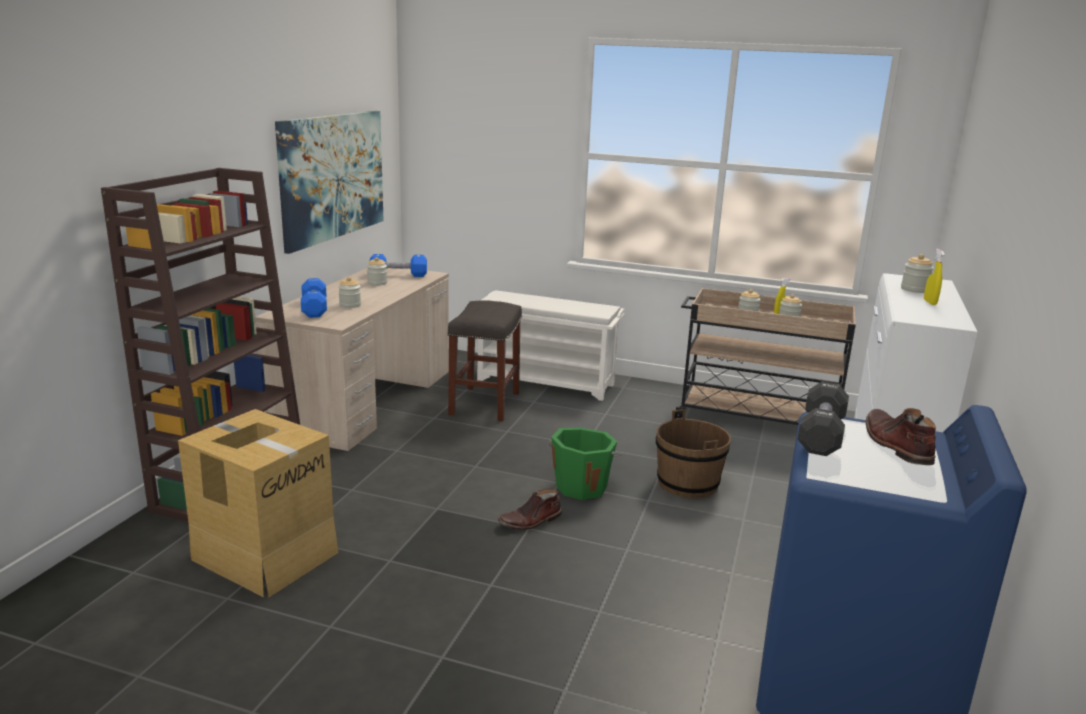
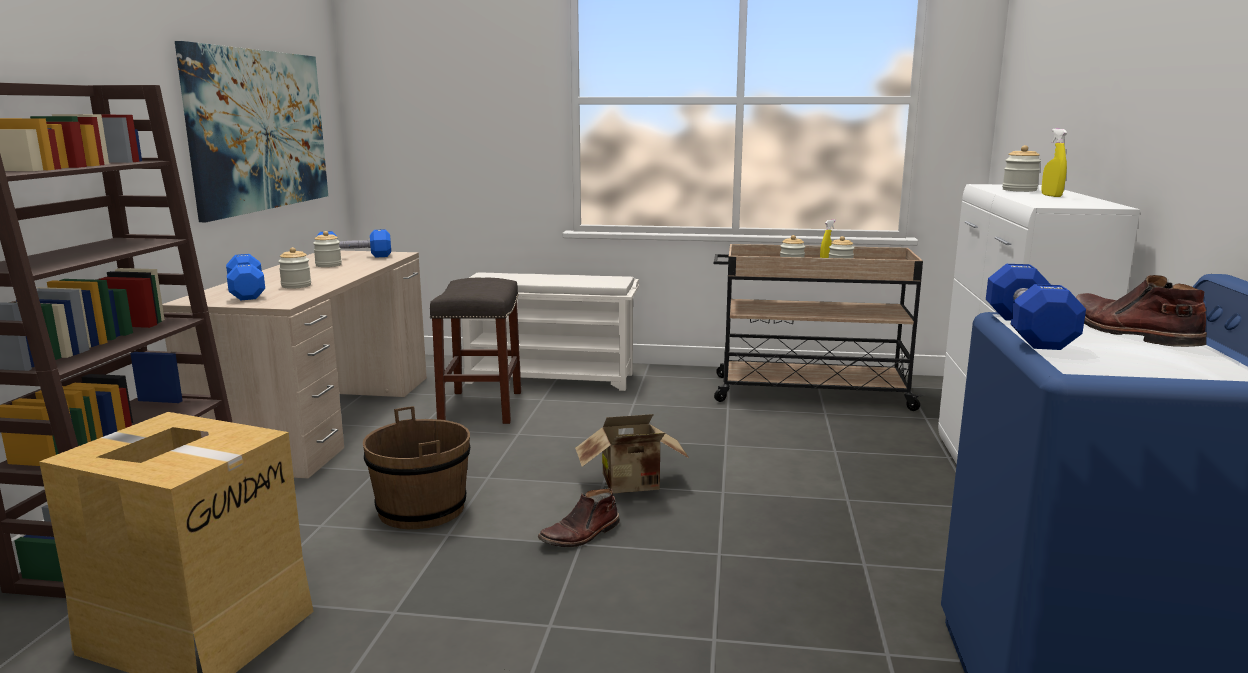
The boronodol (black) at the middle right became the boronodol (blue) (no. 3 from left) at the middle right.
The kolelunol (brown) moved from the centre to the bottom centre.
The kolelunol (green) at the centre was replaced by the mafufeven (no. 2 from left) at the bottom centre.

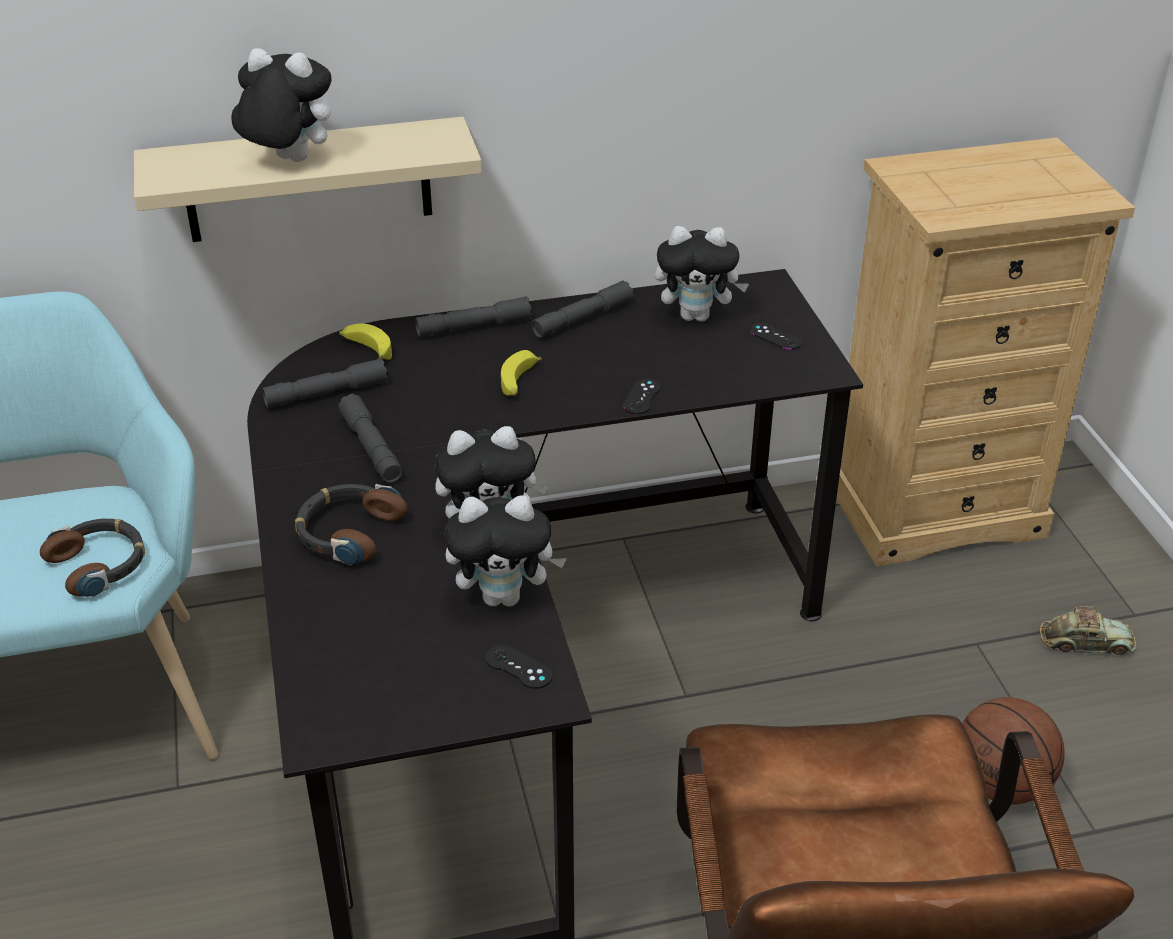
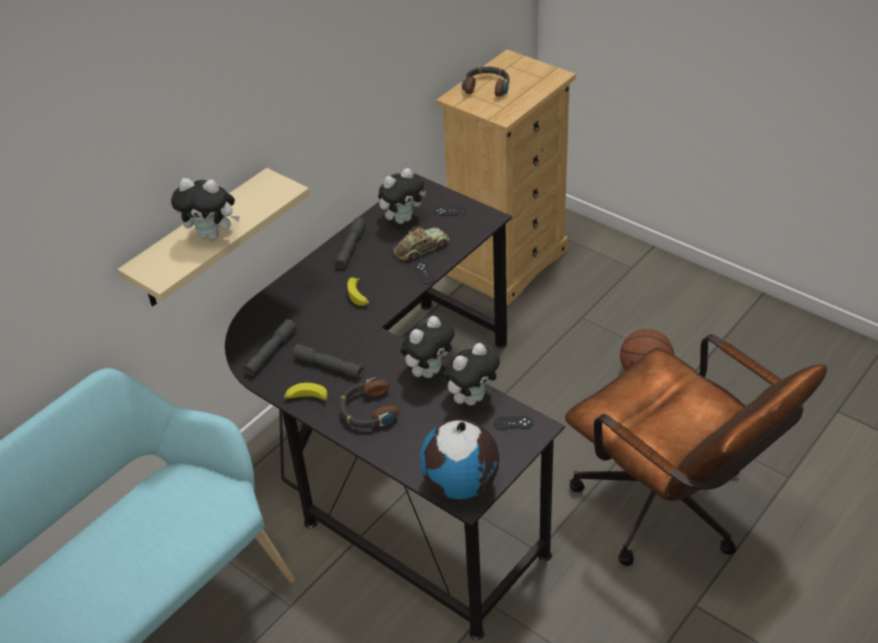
The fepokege (no. 1 from left) at the top left turned 150 degrees counterclockwise.
The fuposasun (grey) (no. 3 from left) at the centre disappeared.
The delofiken (no. 1 from left) moved from the middle left to the centre.
The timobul (no. 1 from left in the first image) moved from the middle left to the top centre.
The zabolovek moved from the bottom right to the centre.
The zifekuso at the bottom centre appeared.

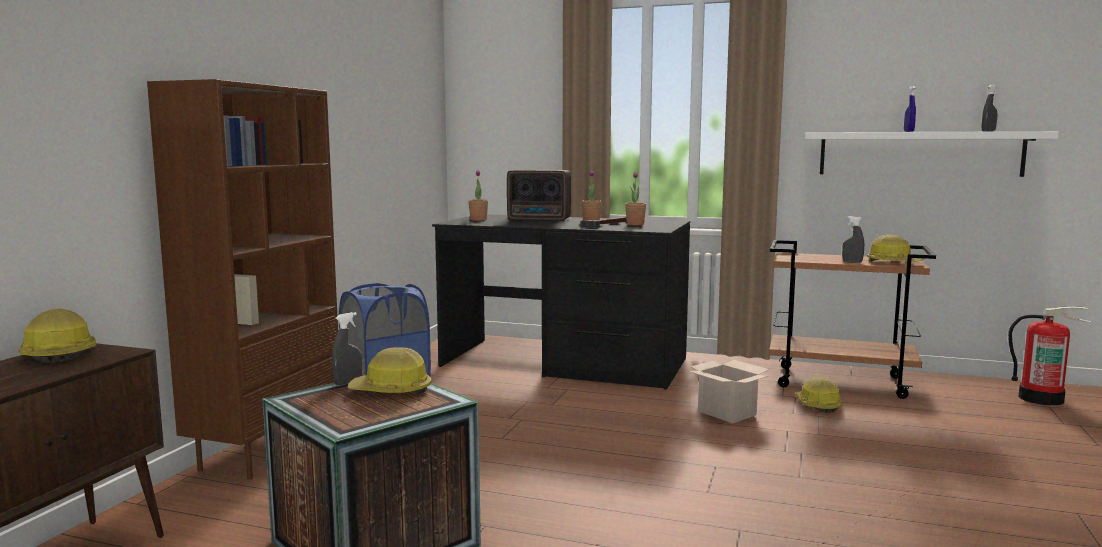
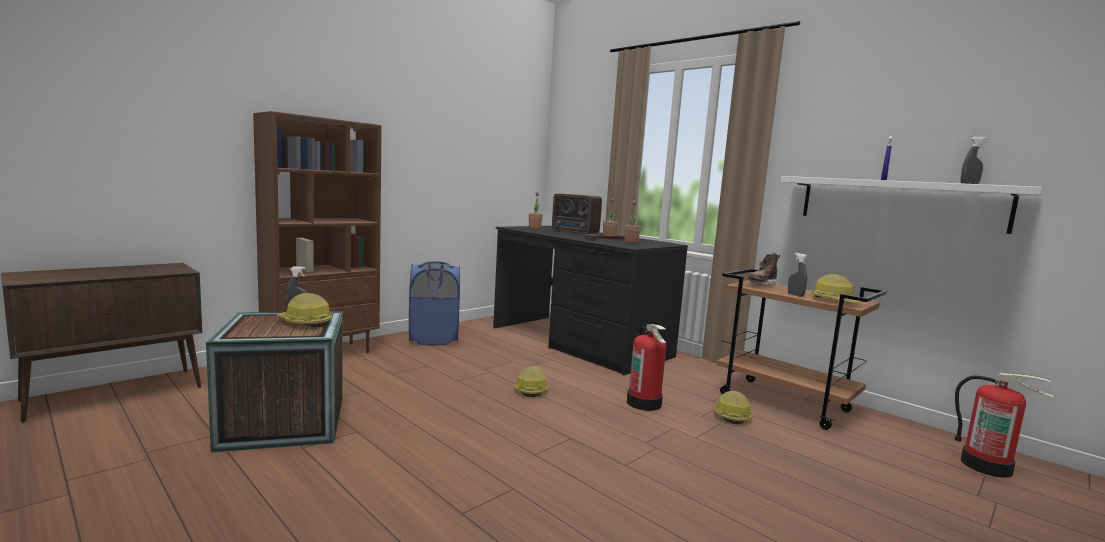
The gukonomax (no. 1 from left in the first image) moved from the middle left to the bottom centre.
The mafufeven at the bottom centre was replaced by the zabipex (no. 1 from left) at the bottom centre.
The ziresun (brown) at the middle right appeared.

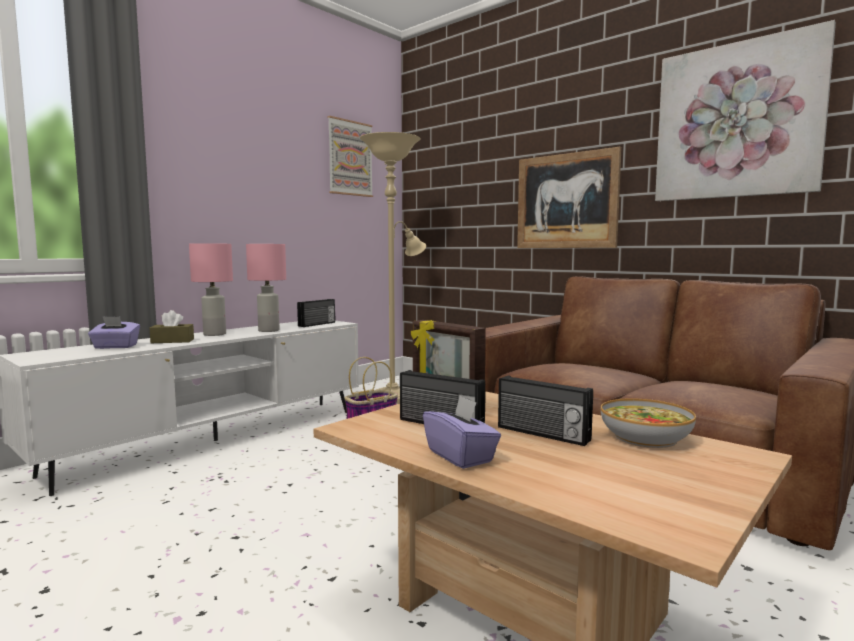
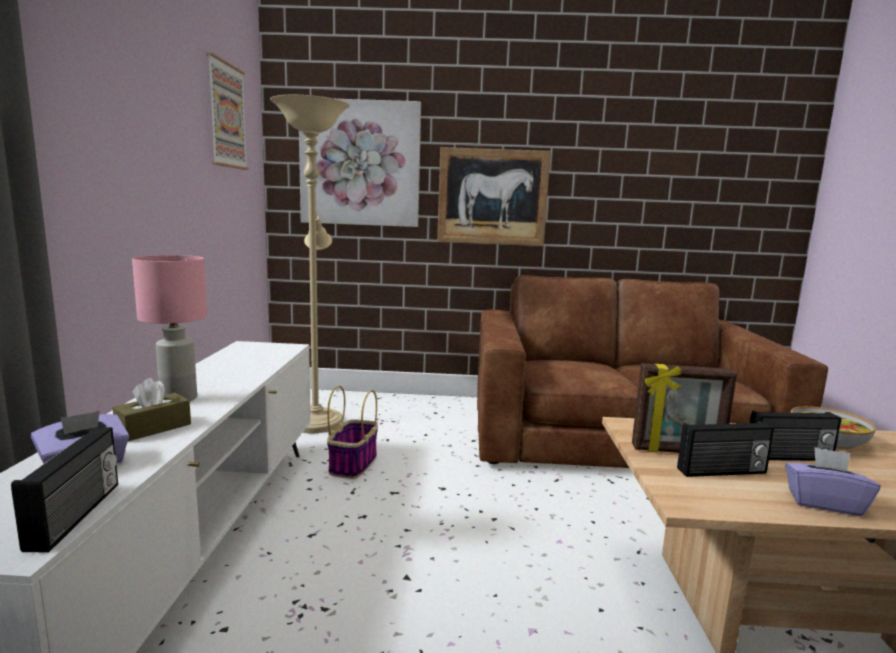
The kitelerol (no. 3 from left in the first image) moved from the top right to the top centre.
The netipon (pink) (no. 2 from left) at the middle left disappeared.
The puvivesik (no. 1 from left) moved from the centre to the bottom left.

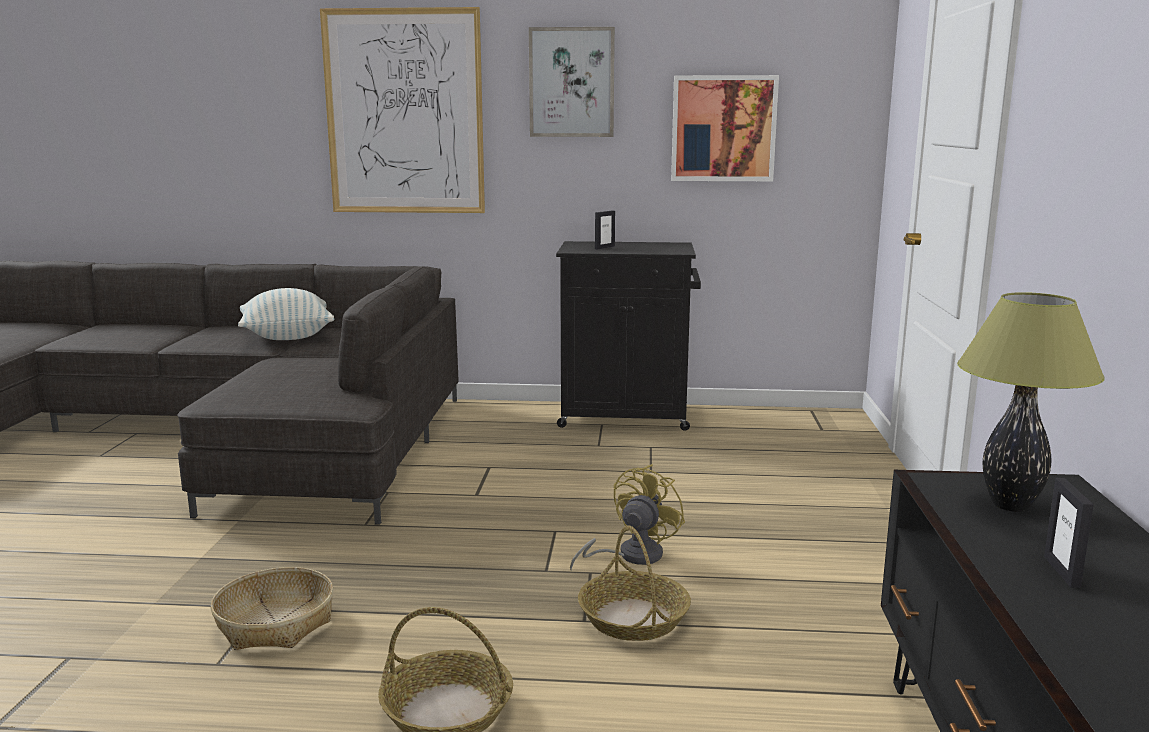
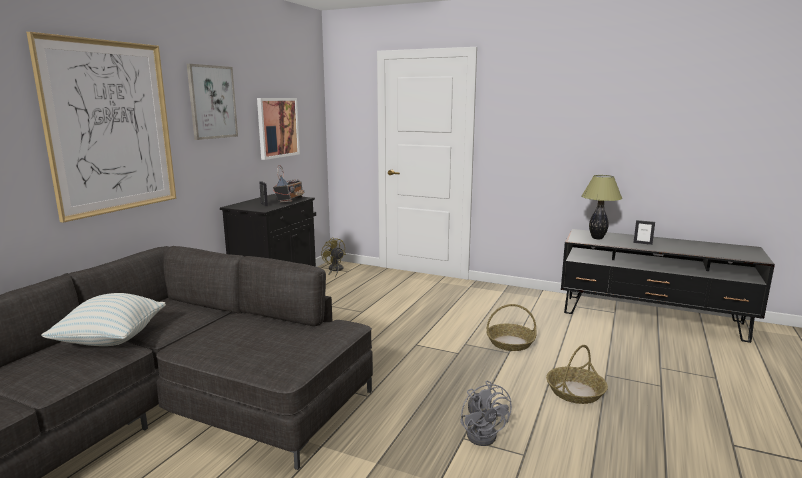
The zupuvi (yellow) moved from the bottom centre to the centre.
The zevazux (no. 1 from left) at the bottom left was replaced by the zupuvi (grey) at the bottom centre.
The puvivesik at the centre appeared.

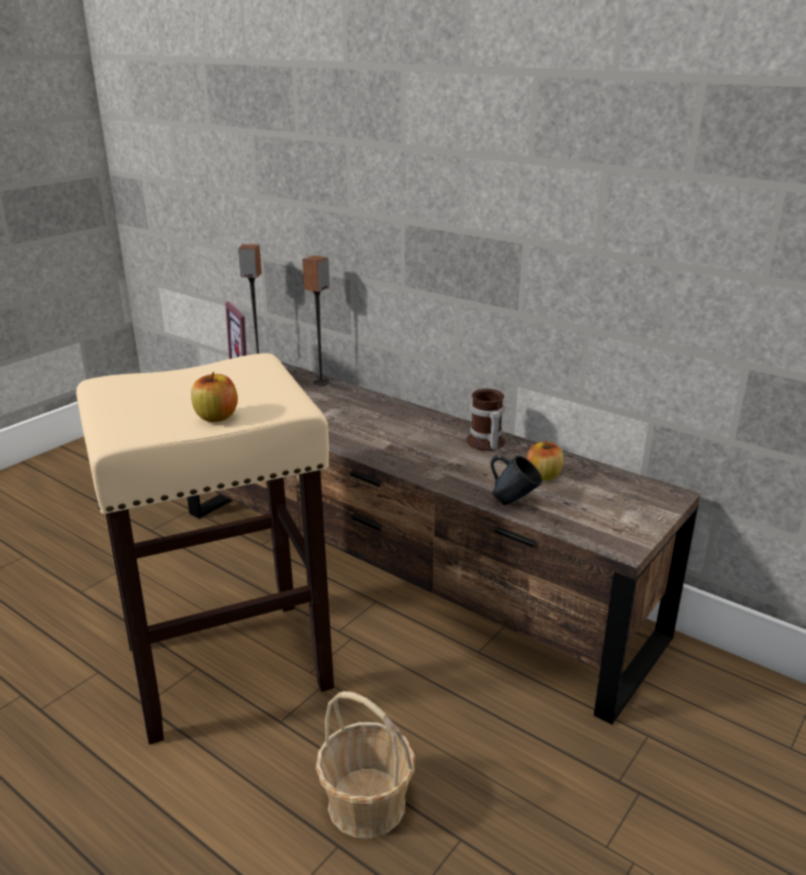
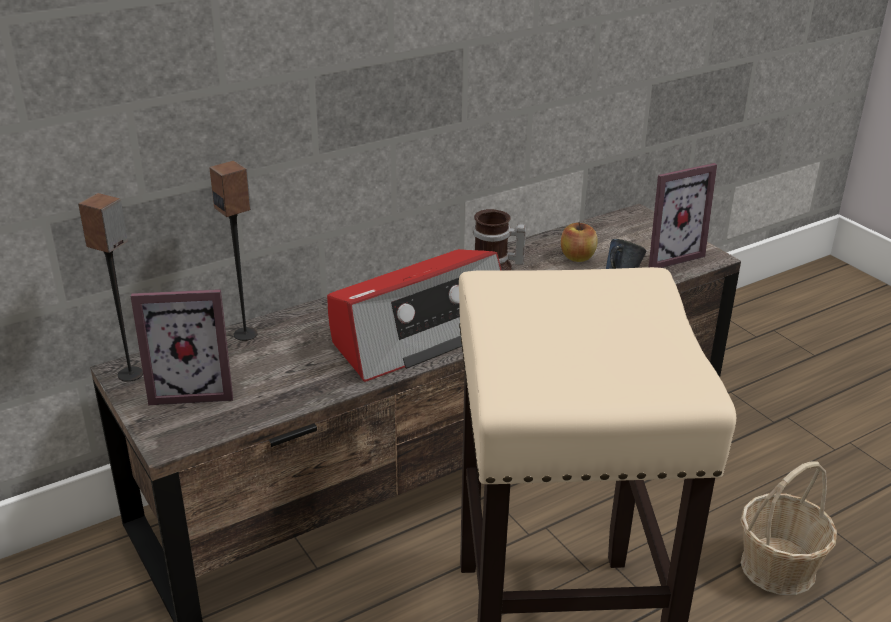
The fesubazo (no. 1 from left) at the middle left disappeared.
The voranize (no. 2 from left) at the middle right appeared.
The puvivesik at the centre appeared.

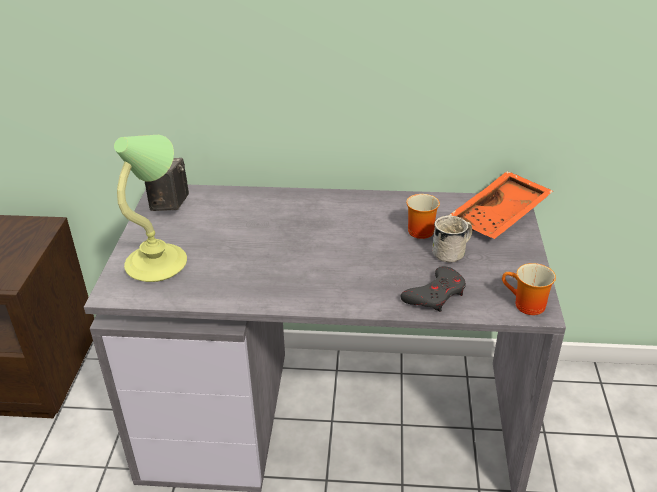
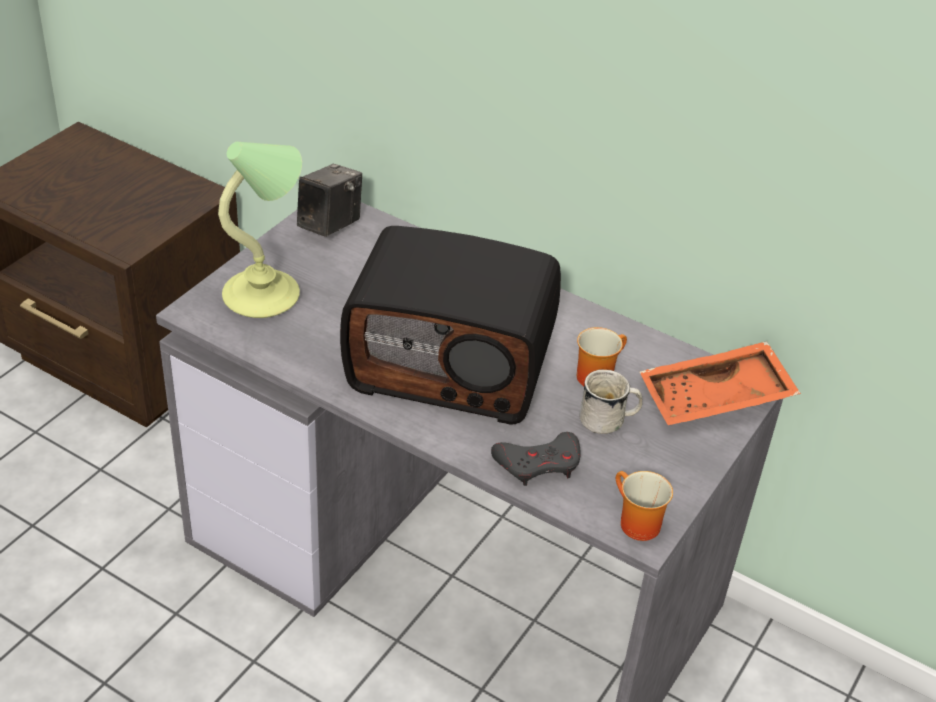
The puvivesik at the centre appeared.

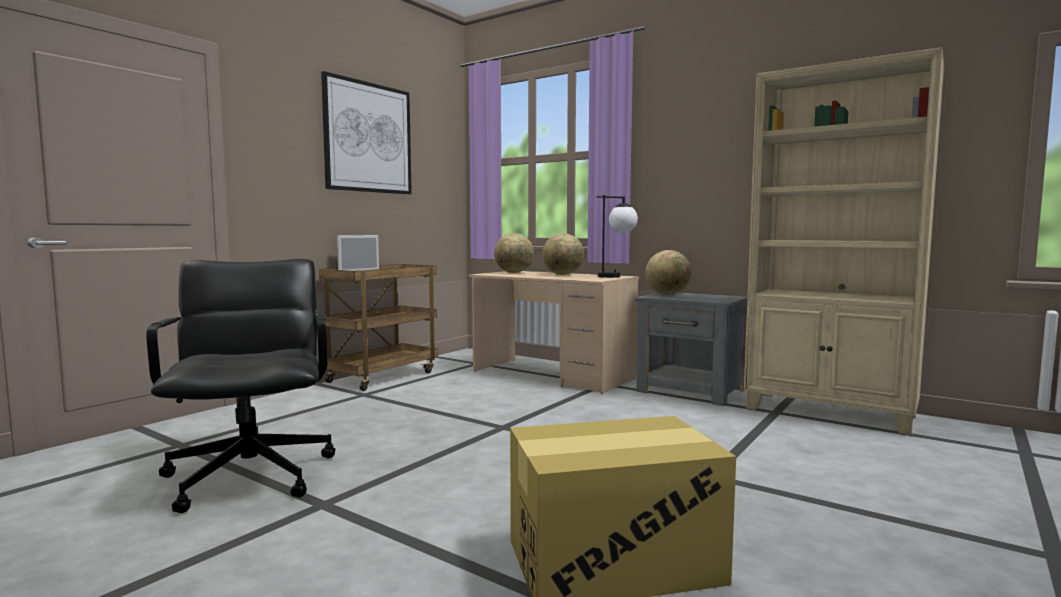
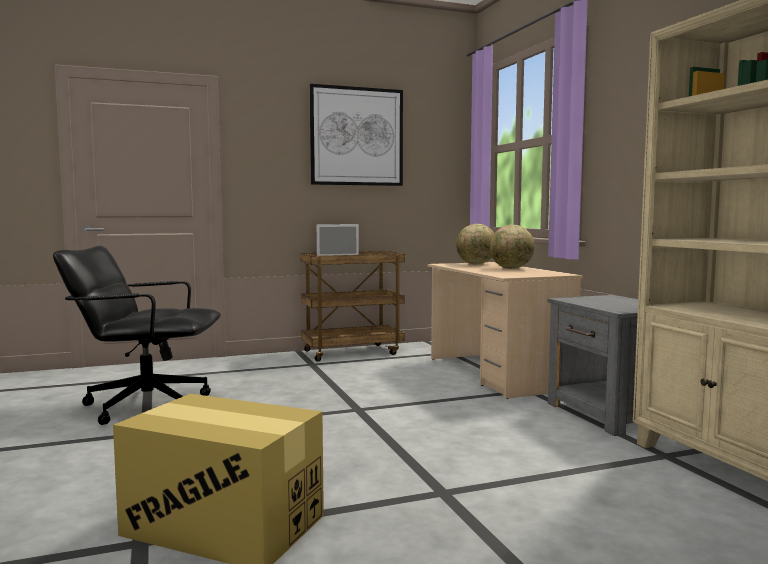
The netipon at the centre disappeared.
The zifekuso (no. 3 from left) at the centre disappeared.
The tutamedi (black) at the middle left turned 105 degrees counterclockwise.

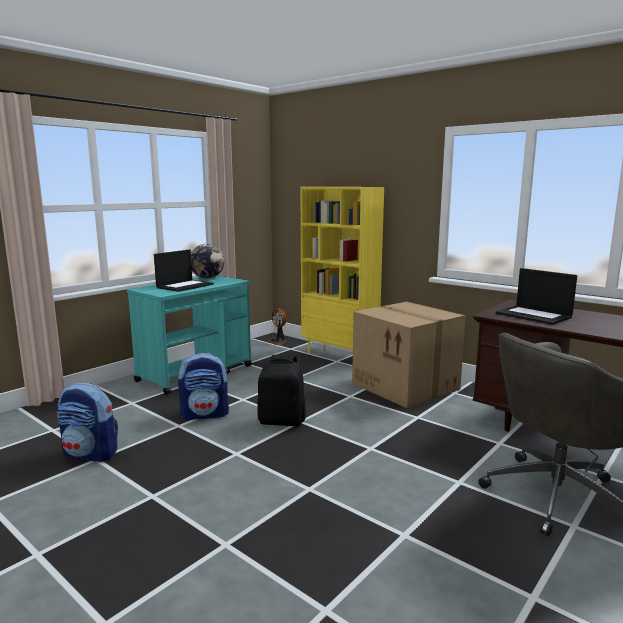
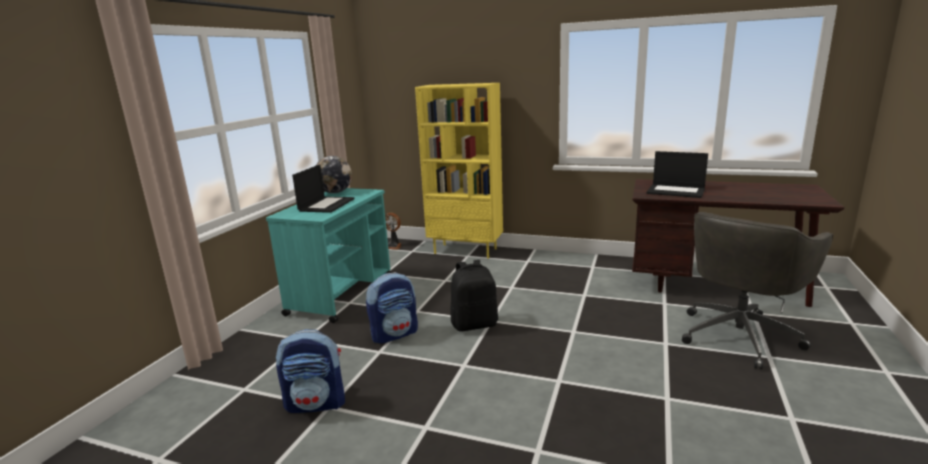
The mafufeven at the centre disappeared.

